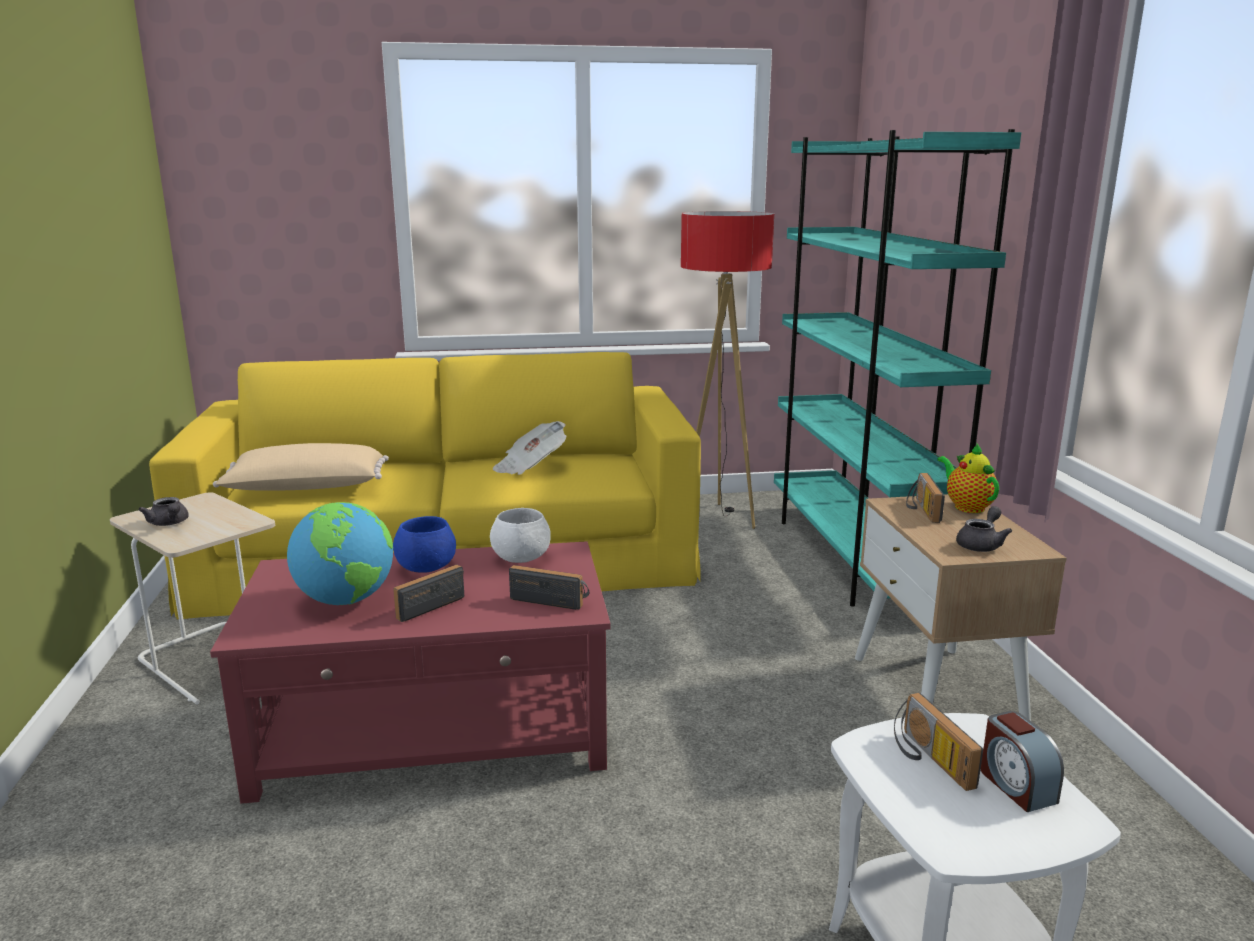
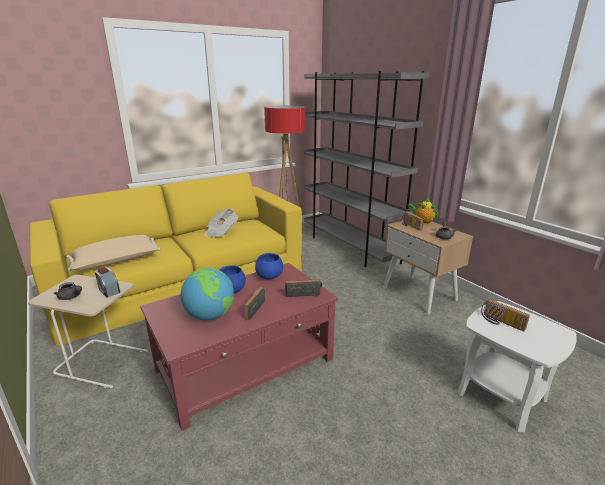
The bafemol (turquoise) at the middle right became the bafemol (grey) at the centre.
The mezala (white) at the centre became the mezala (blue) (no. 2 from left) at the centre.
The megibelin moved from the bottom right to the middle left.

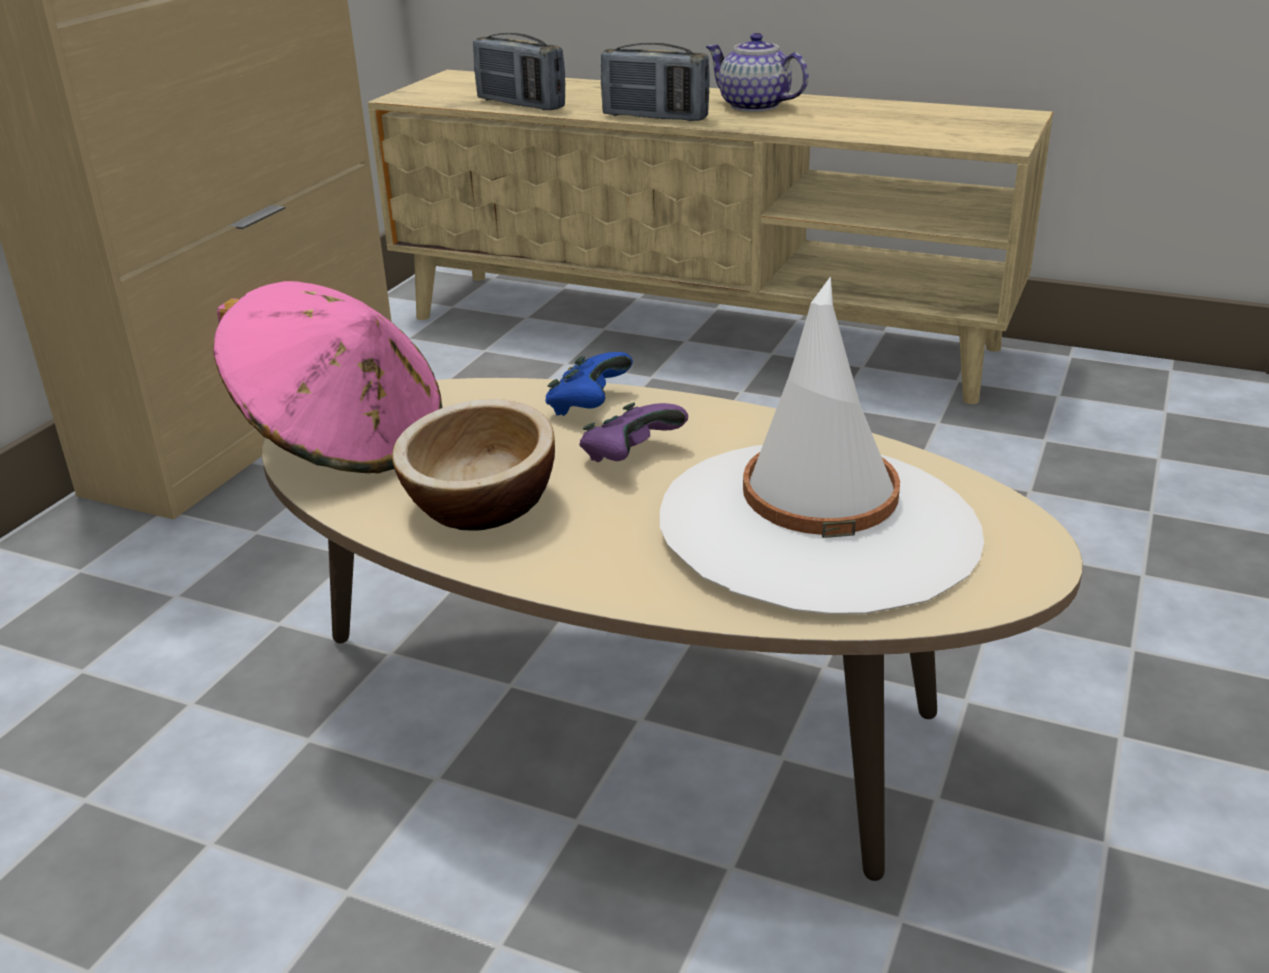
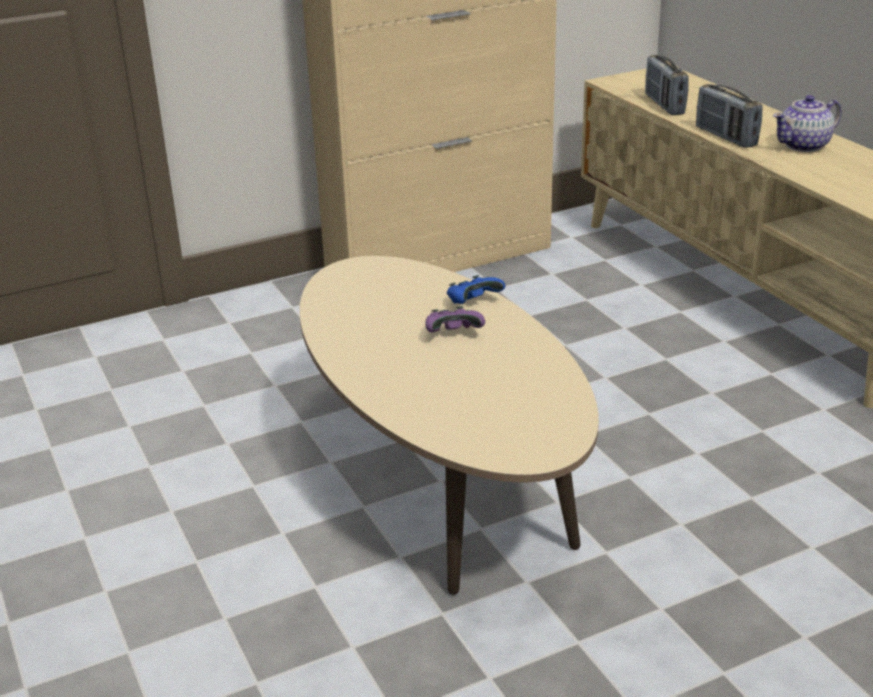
The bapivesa at the top centre turned 105 degrees counterclockwise.
The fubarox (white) at the centre disappeared.
The fubarox (pink) at the middle left disappeared.
The mezala at the centre disappeared.

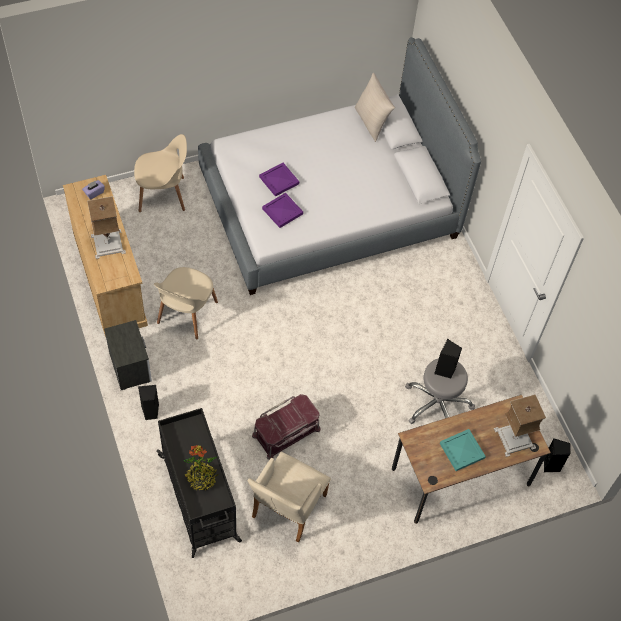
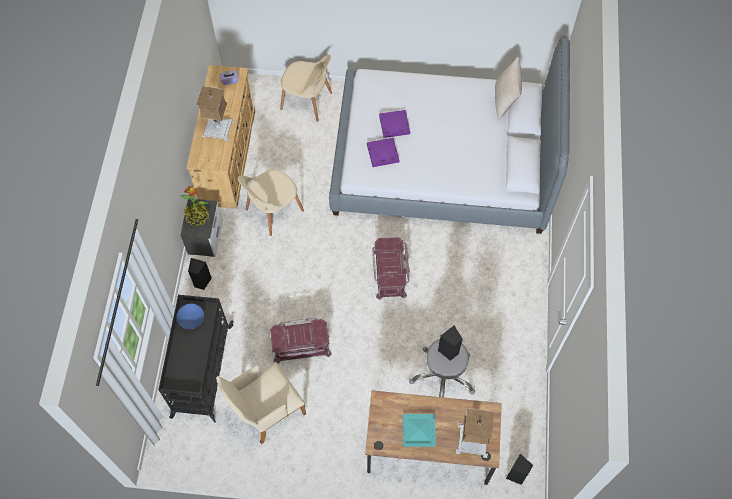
The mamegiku moved from the bottom left to the middle left.
The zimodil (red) (no. 2 from left) at the centre appeared.
The mezala (blue) at the middle left appeared.

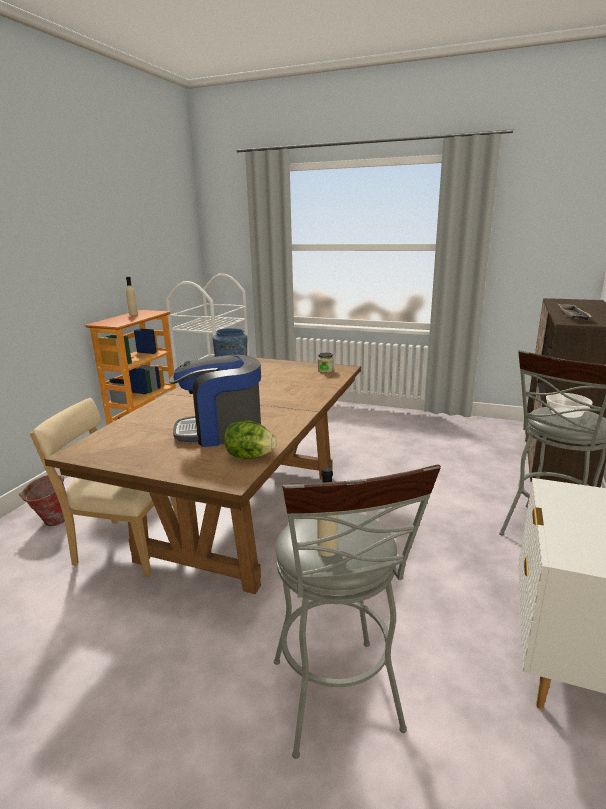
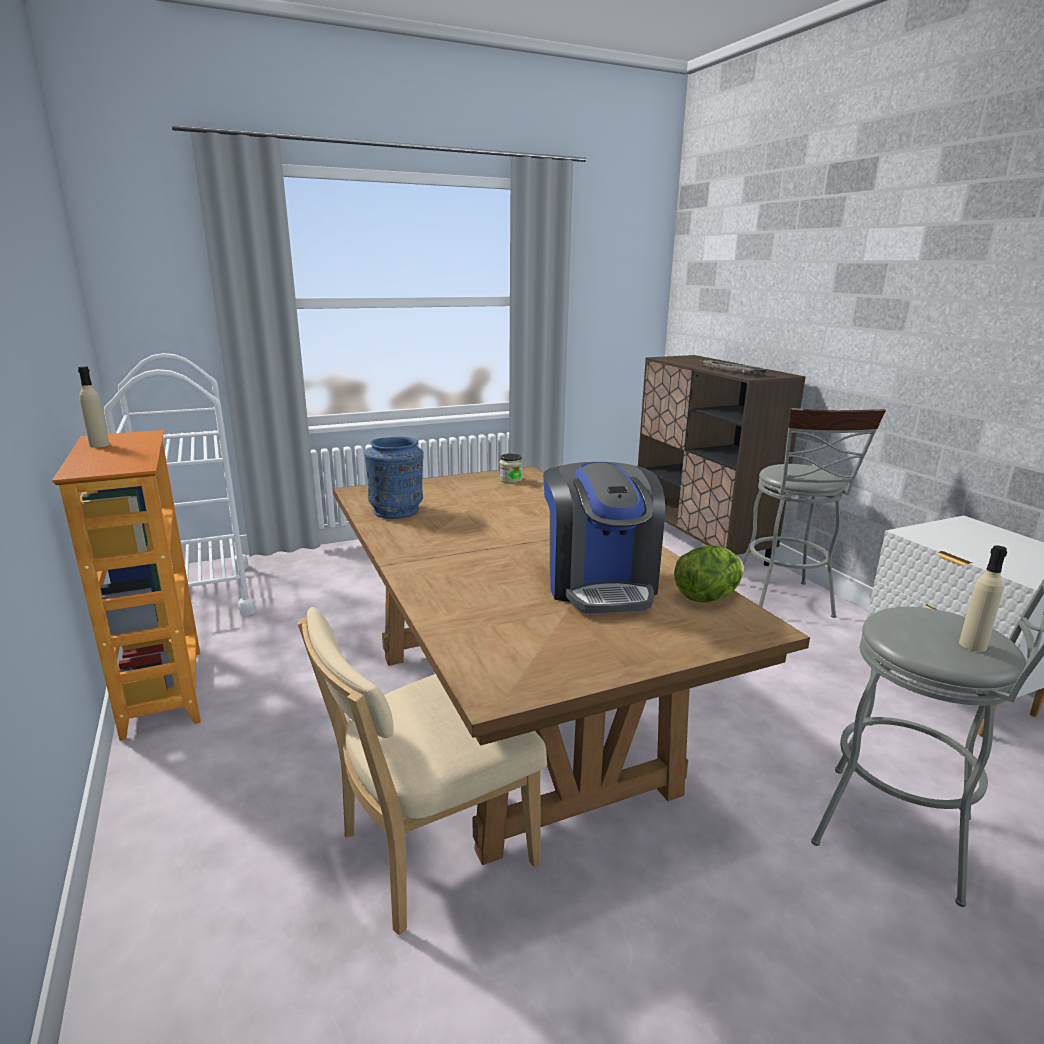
The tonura at the centre turned 45 degrees counterclockwise.
The mezala at the middle right disappeared.
The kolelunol at the middle left disappeared.

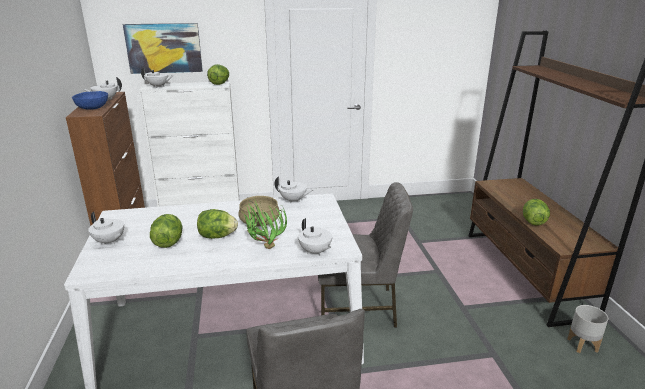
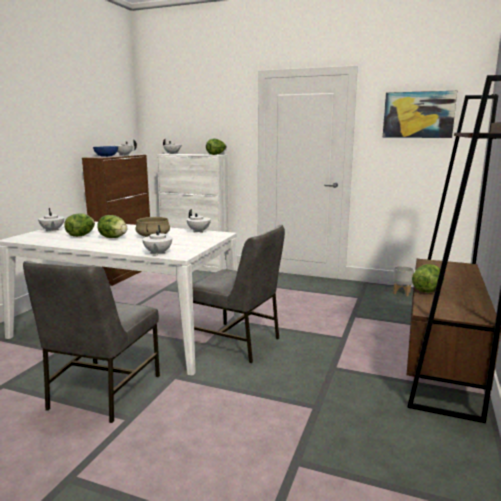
The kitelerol moved from the top left to the top right.
The mamegiku at the centre disappeared.
The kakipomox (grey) moved from the bottom right to the middle right.

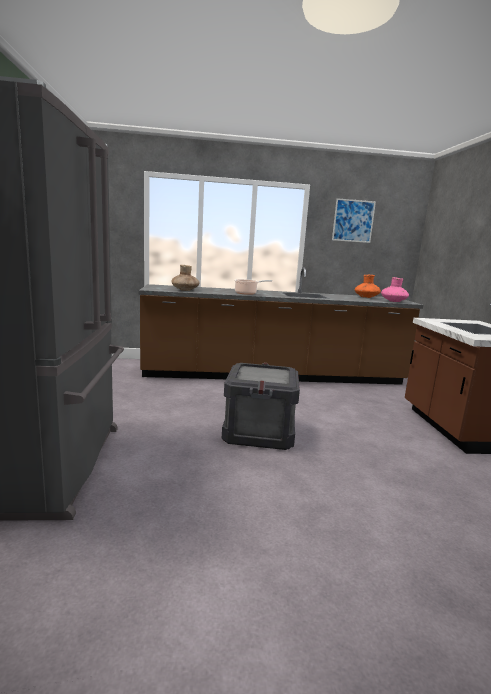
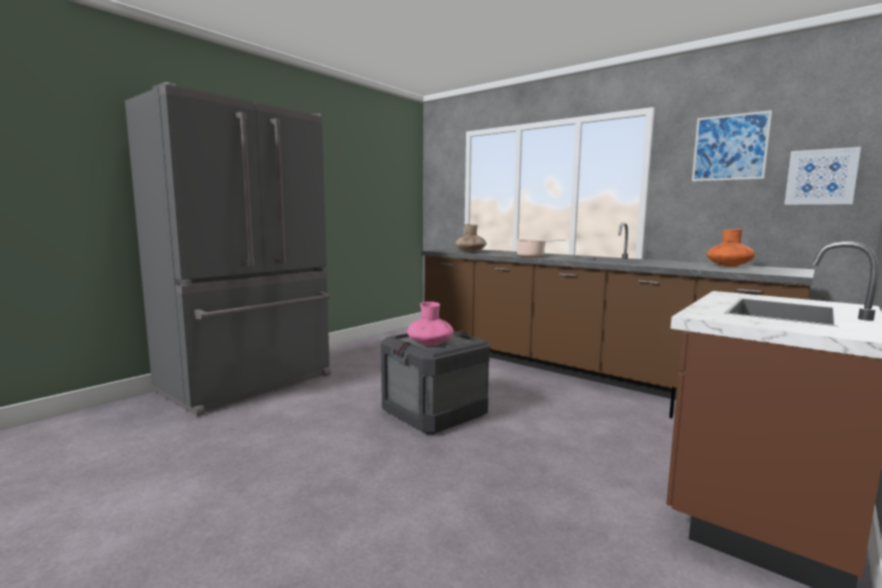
The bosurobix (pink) moved from the middle right to the centre.
The kitelerol (no. 2 from left) at the top right appeared.

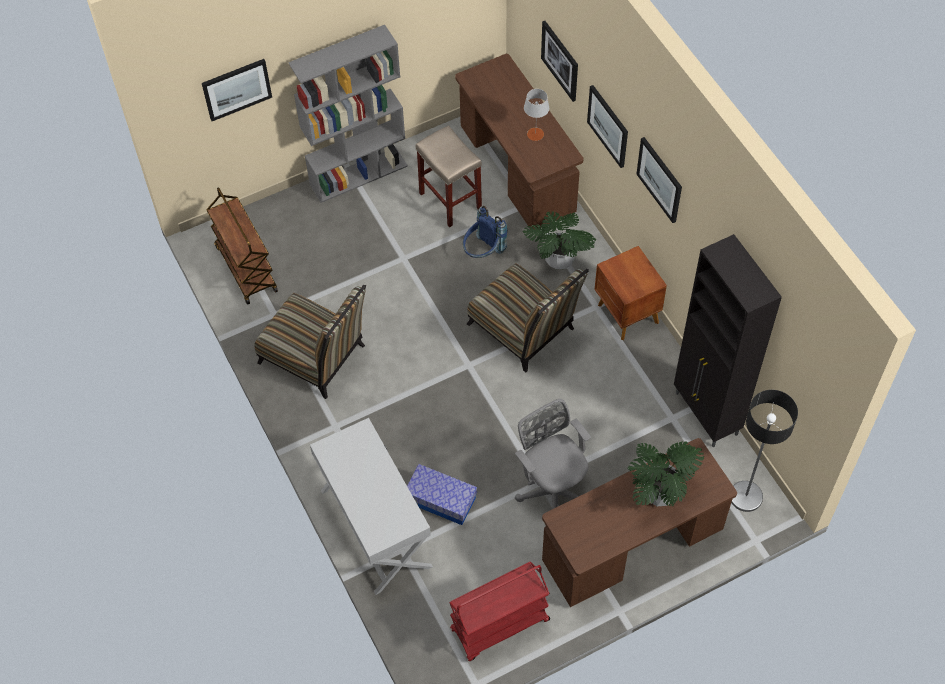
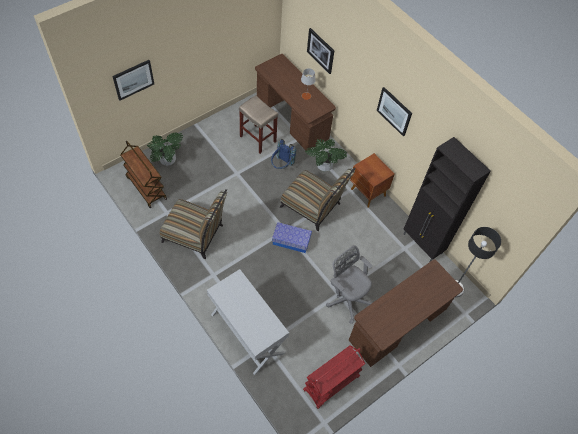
The bafemol (grey) at the top centre disappeared.
The kitelerol (no. 3 from left) at the top centre disappeared.
The mamegiku (no. 2 from left in the first image) moved from the bottom right to the middle left.
The zimodil moved from the bottom centre to the centre.

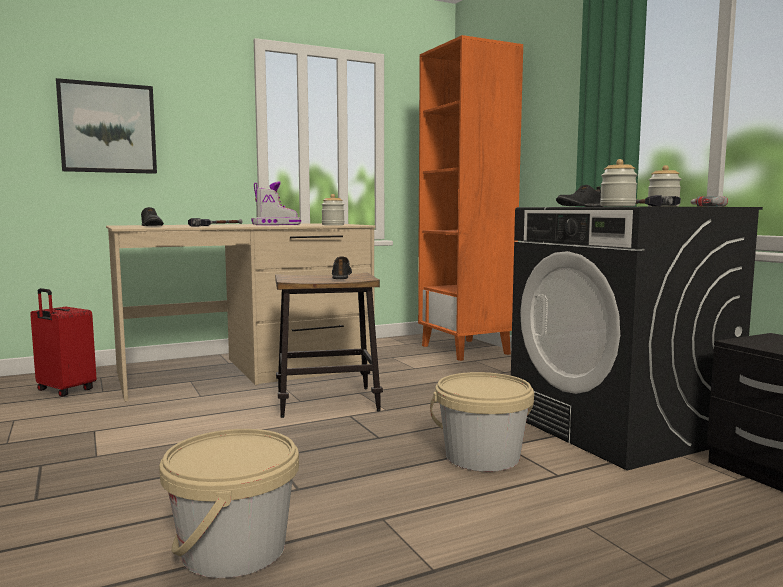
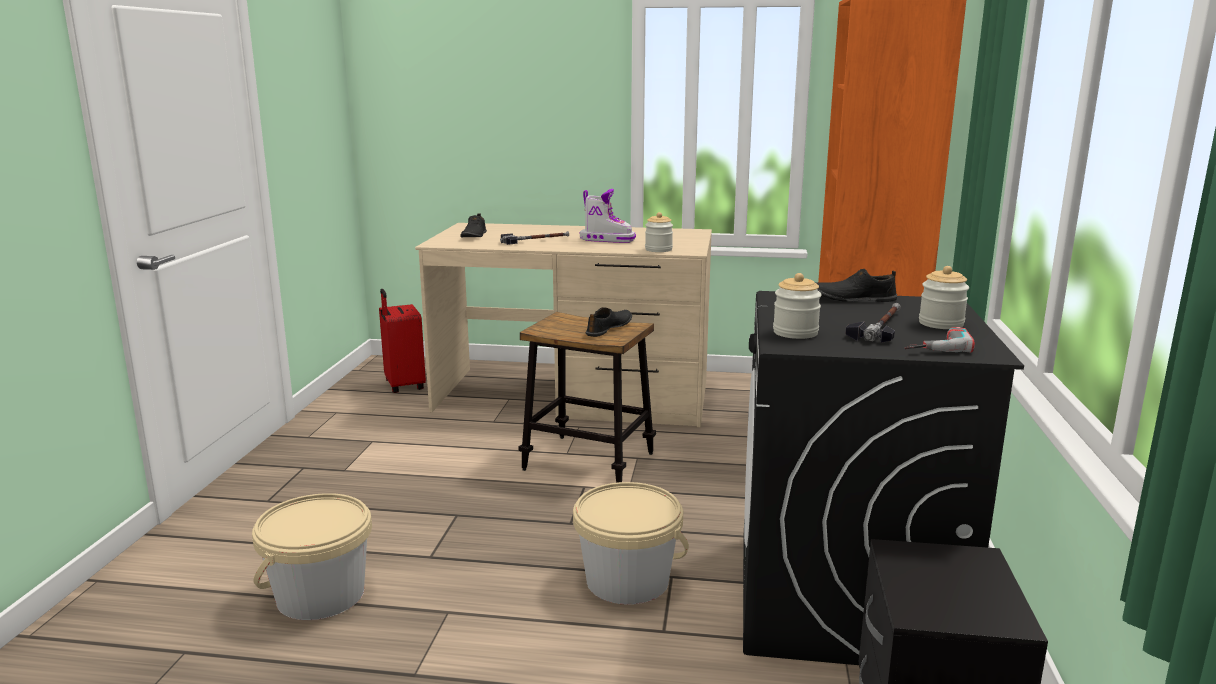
The kitelerol at the top left disappeared.

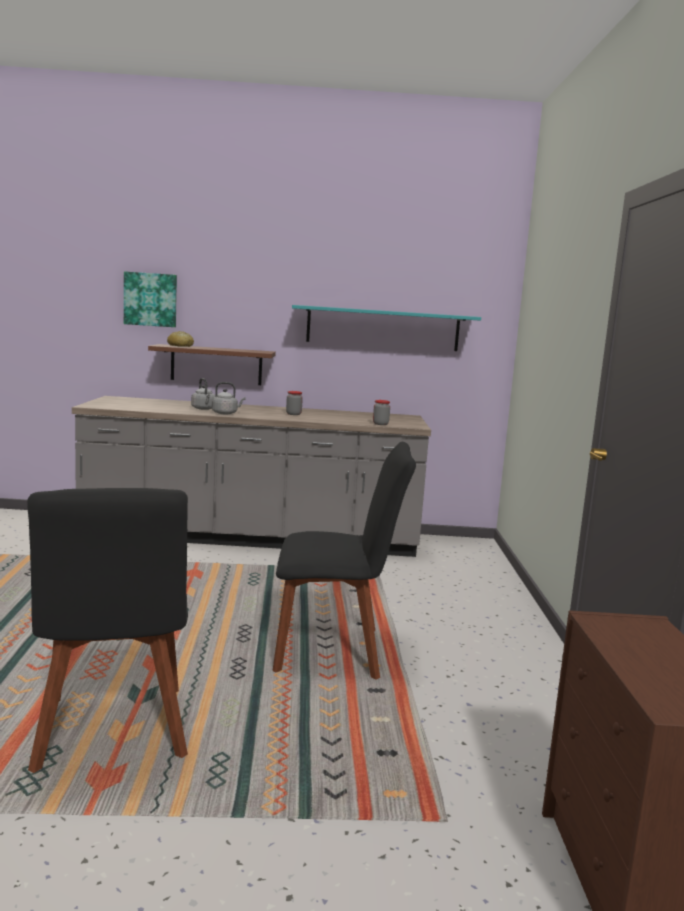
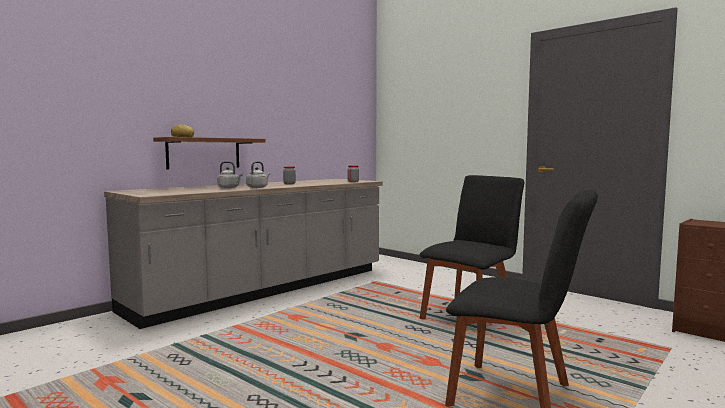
The kitelerol at the top left disappeared.
The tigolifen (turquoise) at the centre disappeared.

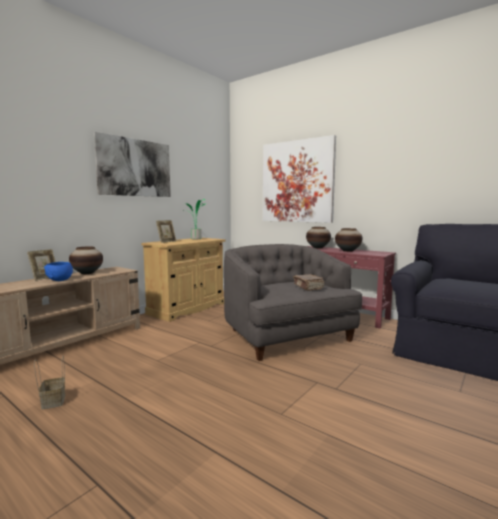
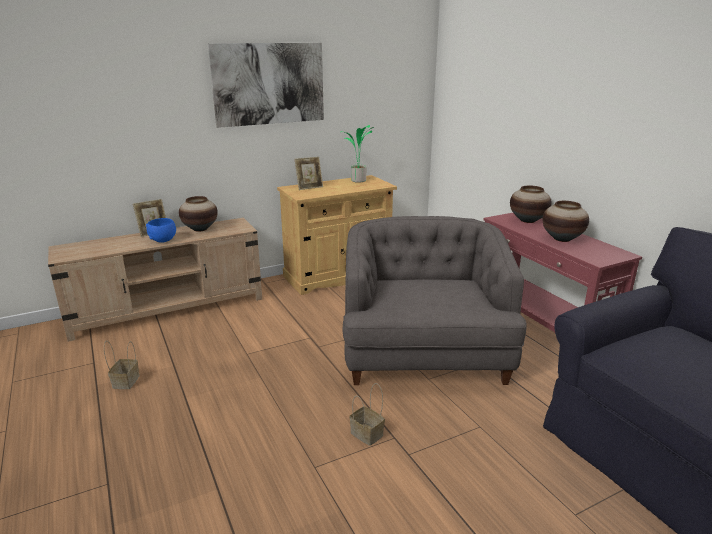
The kitelerol (no. 2 from left) at the centre disappeared.
The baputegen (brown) at the centre disappeared.
The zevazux (no. 2 from left) at the bottom centre appeared.

